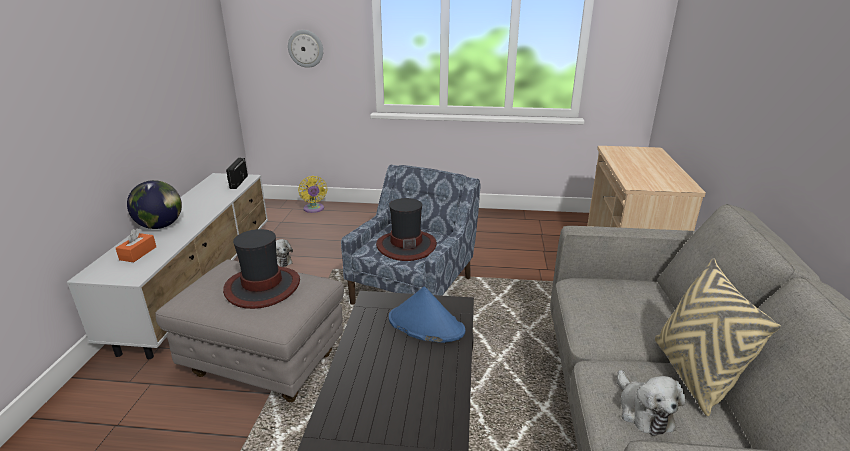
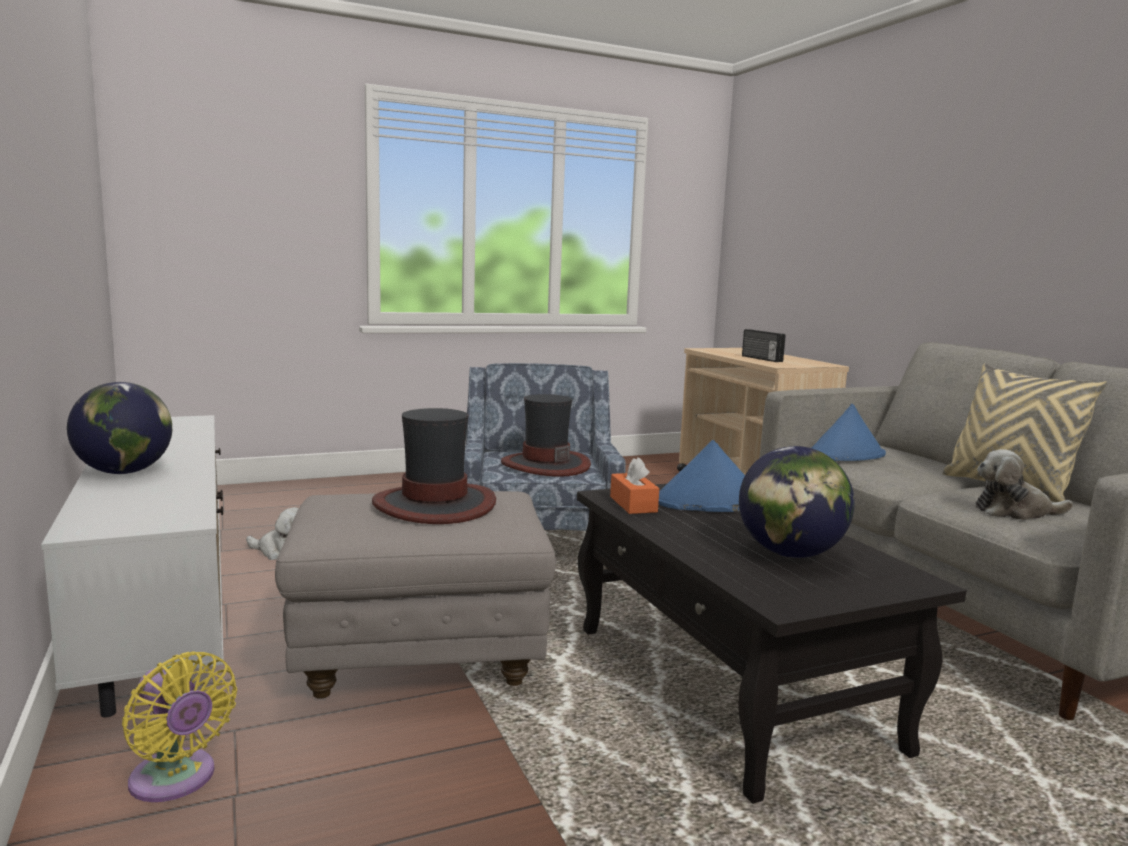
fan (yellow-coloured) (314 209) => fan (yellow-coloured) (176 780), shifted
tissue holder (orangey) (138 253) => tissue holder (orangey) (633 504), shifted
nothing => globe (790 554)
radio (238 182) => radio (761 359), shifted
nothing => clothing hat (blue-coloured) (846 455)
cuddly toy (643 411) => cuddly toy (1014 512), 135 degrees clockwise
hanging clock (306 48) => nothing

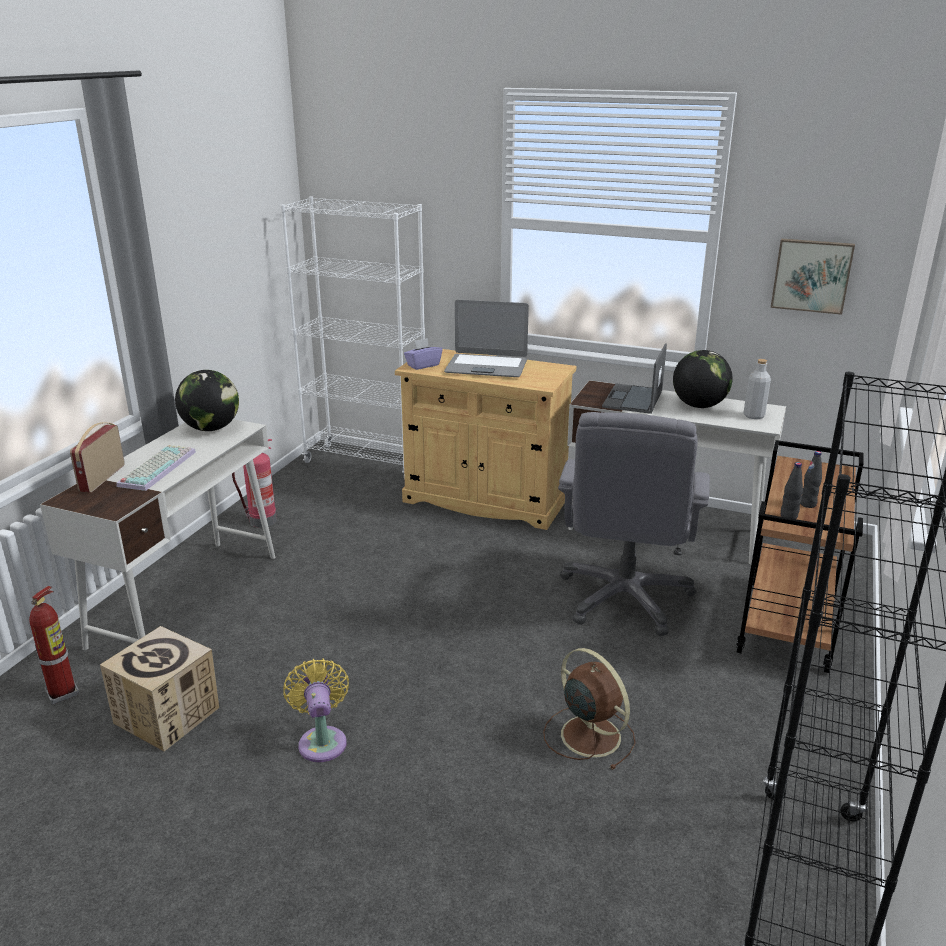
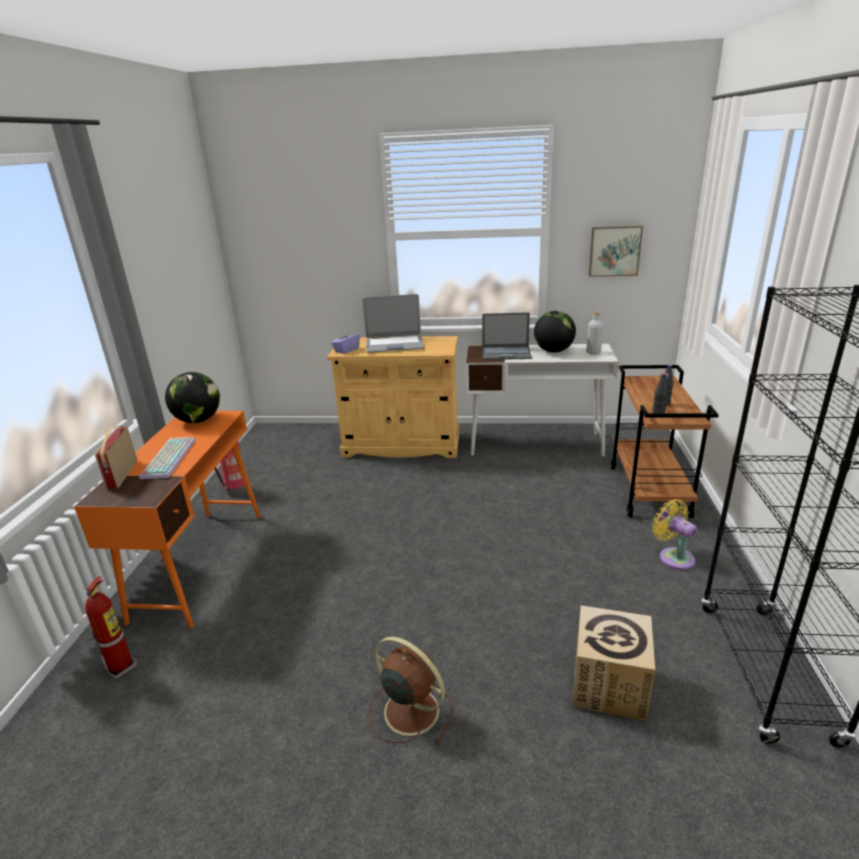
desk (white-coloured) (187 598) => desk (orangey) (201 563)
fan (brownish) (588 734) => fan (brownish) (409 710), shifted
laptop (633 399) => laptop (507 353), 90 degrees counterclockwise
packing box (167 715) => packing box (609 685), shifted
fan (yellow-coloured) (322 740) => fan (yellow-coloured) (673 557), shifted
bookcase (white-coloured) (366 463) => nothing
computer chair (greyish) (625 598) => nothing

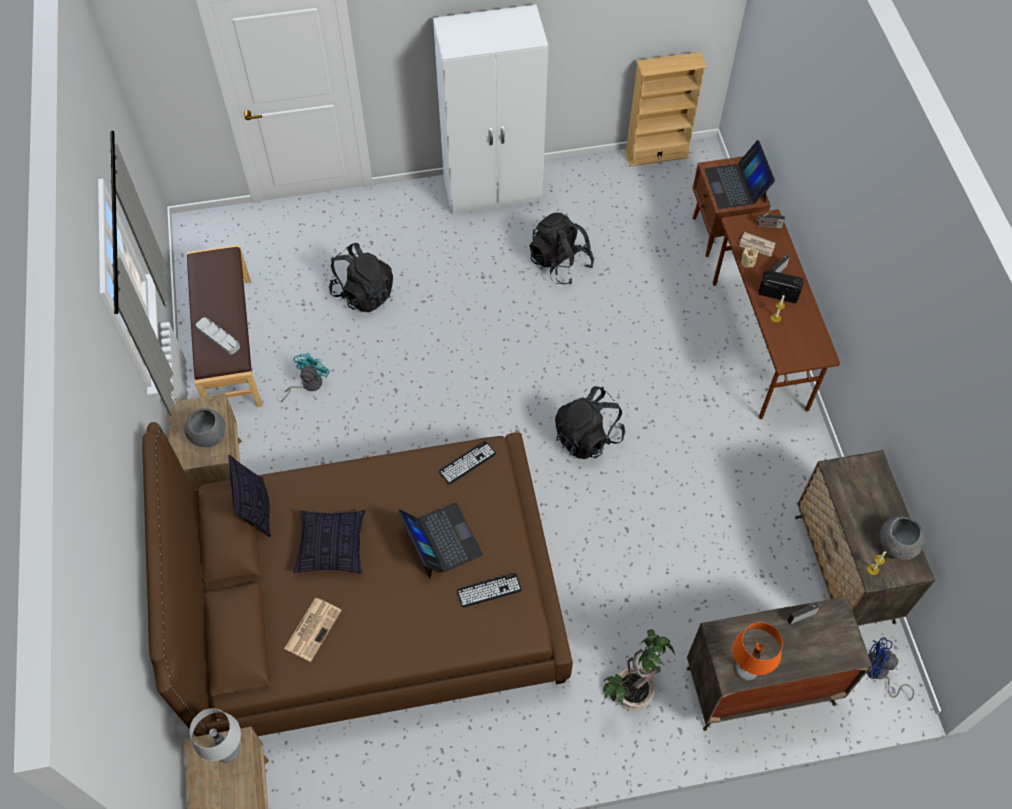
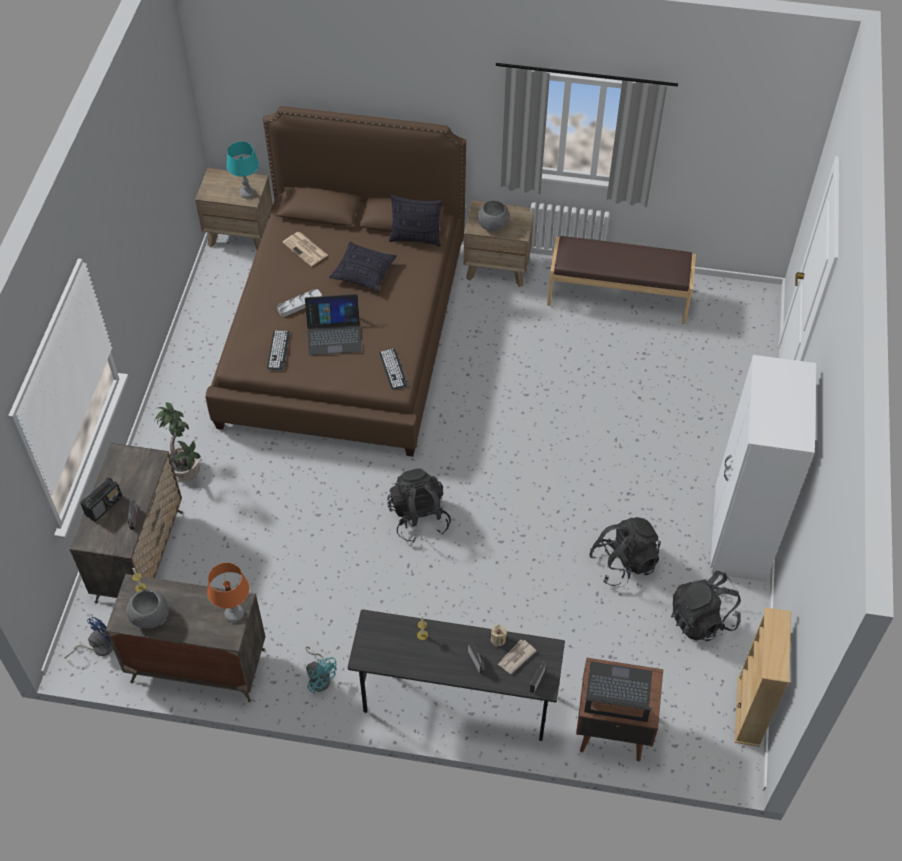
radio (777 293) => radio (104 505), shifted
tabletop lamp (orangey) (746 670) => tabletop lamp (orangey) (234 614), shifted
tabletop lamp (greyish) (228 751) => tabletop lamp (turquoise) (247 193)
serving tray (greyish) (218 337) => serving tray (greyish) (300 304), shifted
fan (turquoise) (307 384) => fan (turquoise) (320 677), shifted
desk (brownish) (759 345) => desk (greyish) (456 702)
knapsack (black-coloured) (363 293) => knapsack (black-coloured) (702 619), shifted

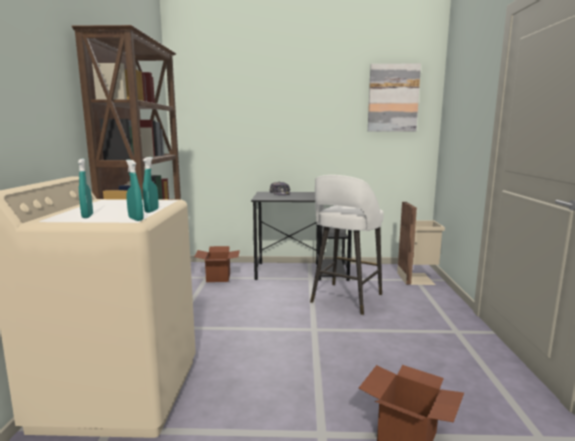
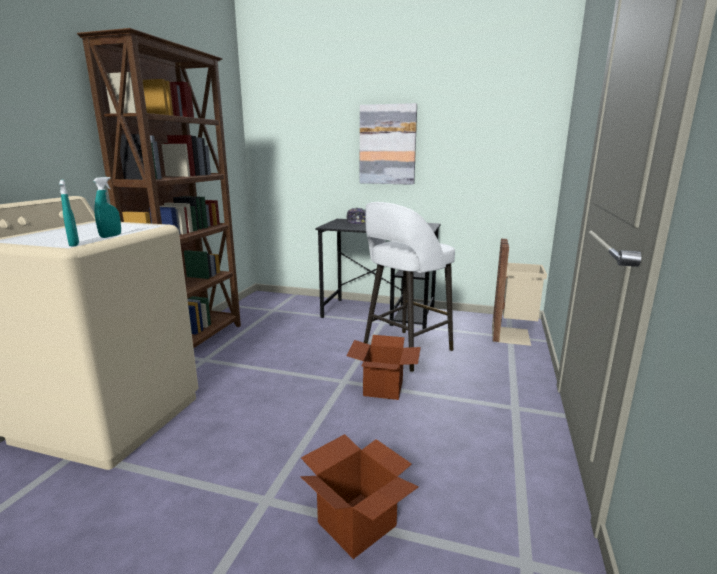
packing box (218 277) => packing box (383 388), shifted
wall art (393 98) => wall art (387 145), shifted
hand sprayer (turquoise) (87 216) => nothing

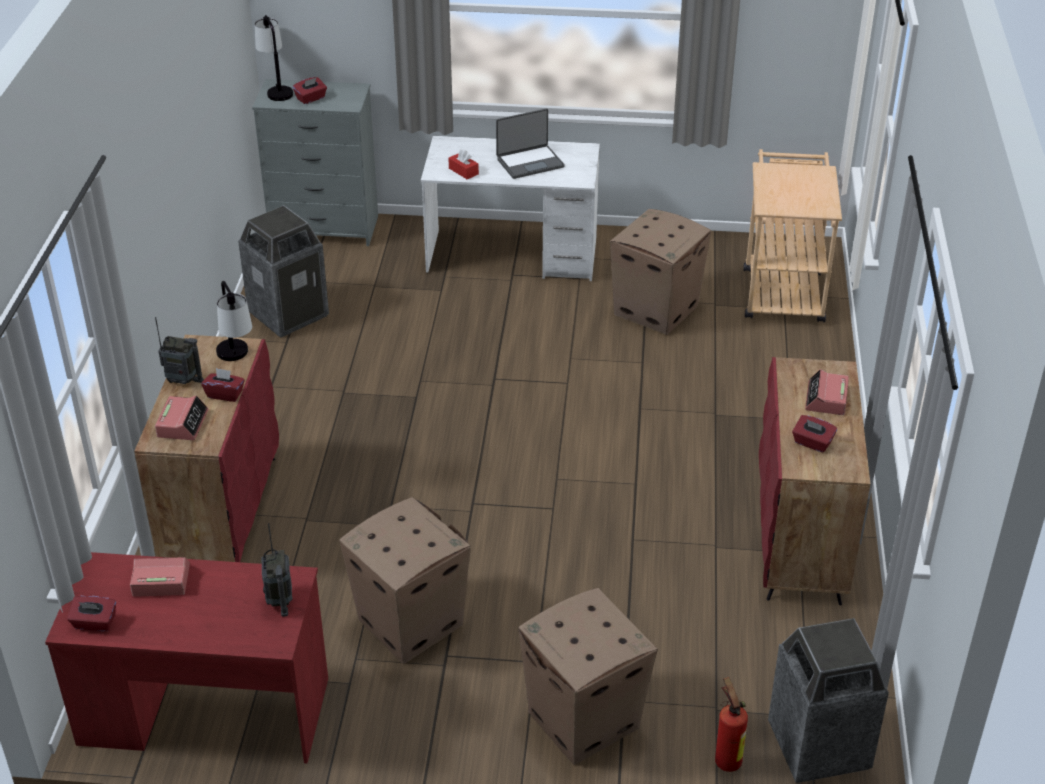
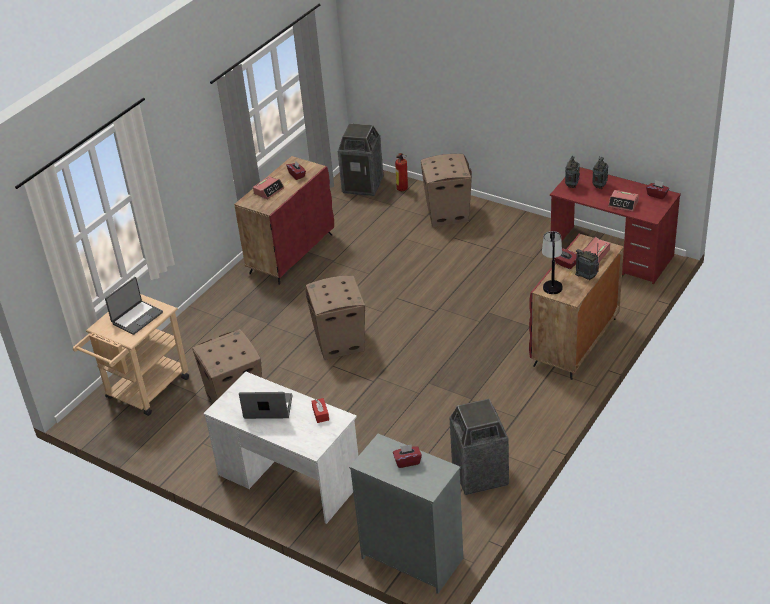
nothing => laptop (137 318)
packing box (409 622) => packing box (340 343), shifted
nothing => radio (599 186)
tabletop lamp (276 89) => nothing

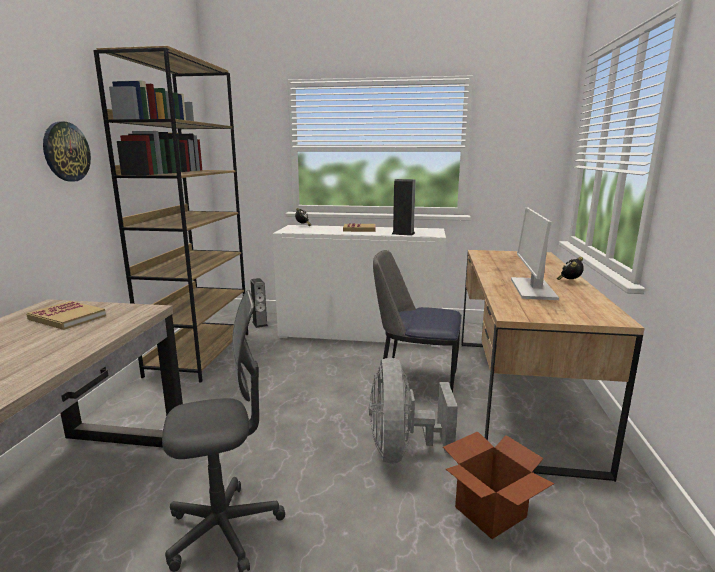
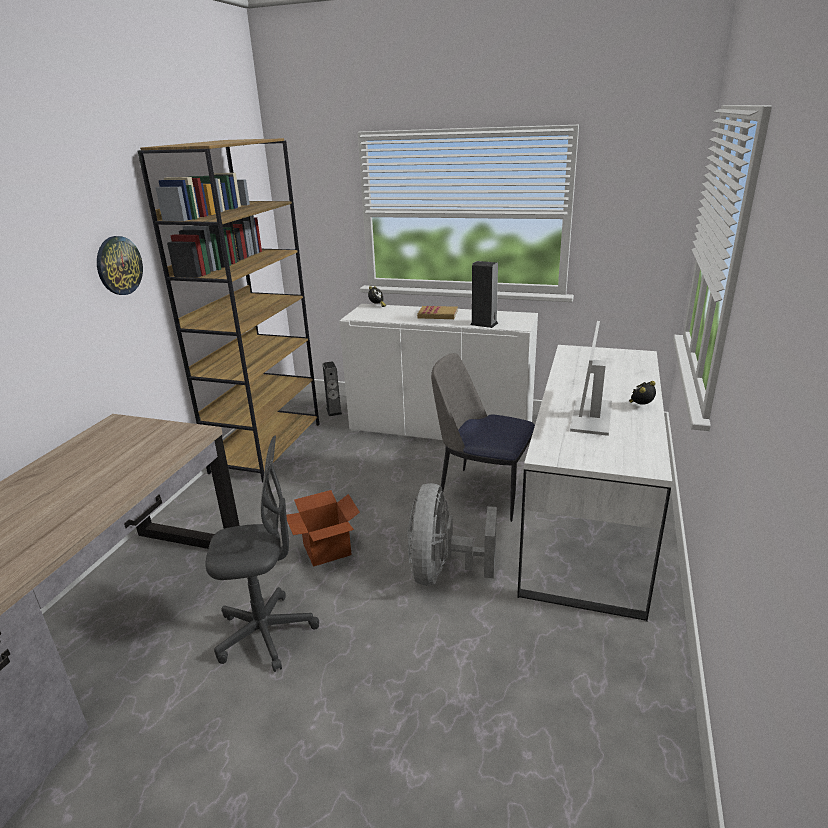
packing box (490 512) => packing box (327 549), shifted
desk (brownish) (517 394) => desk (white-coloured) (588 516)
volume (67 318) => nothing

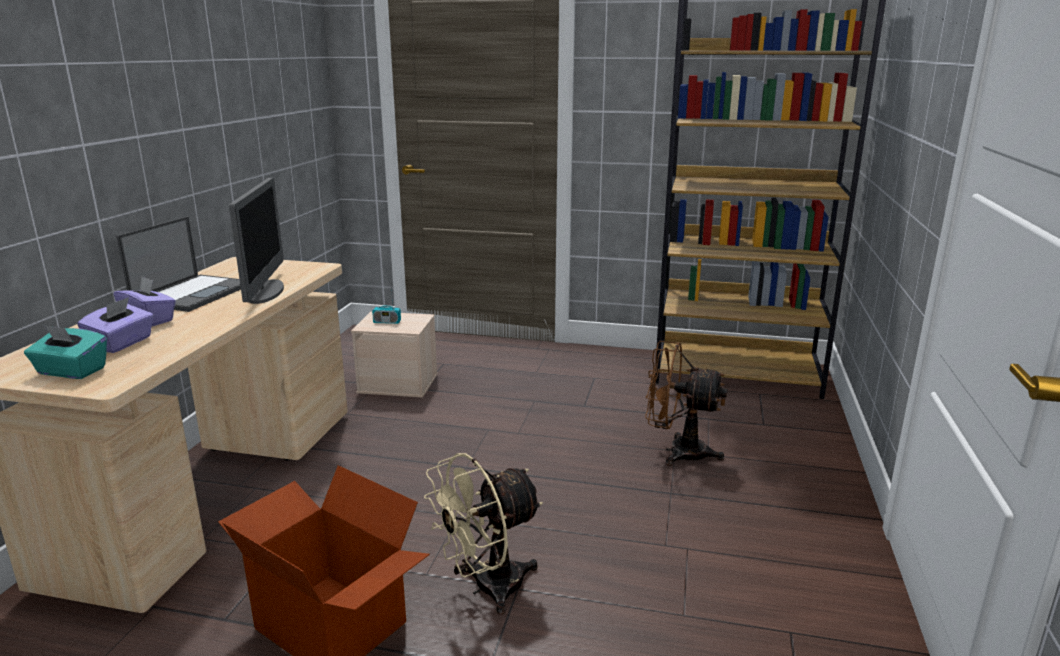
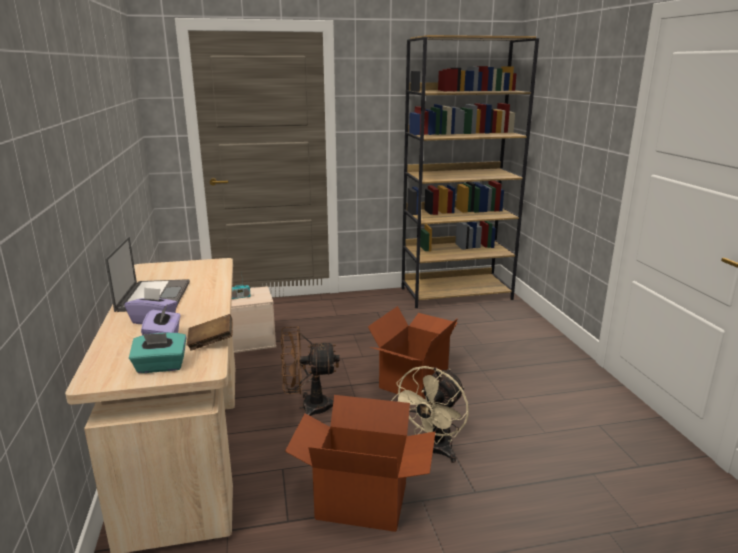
nothing => volume (brownish) (211 343)
fan (brownish) (677 451) => fan (brownish) (308 408), shifted
nothing => packing box (412 381)
computer display (265 292) => nothing

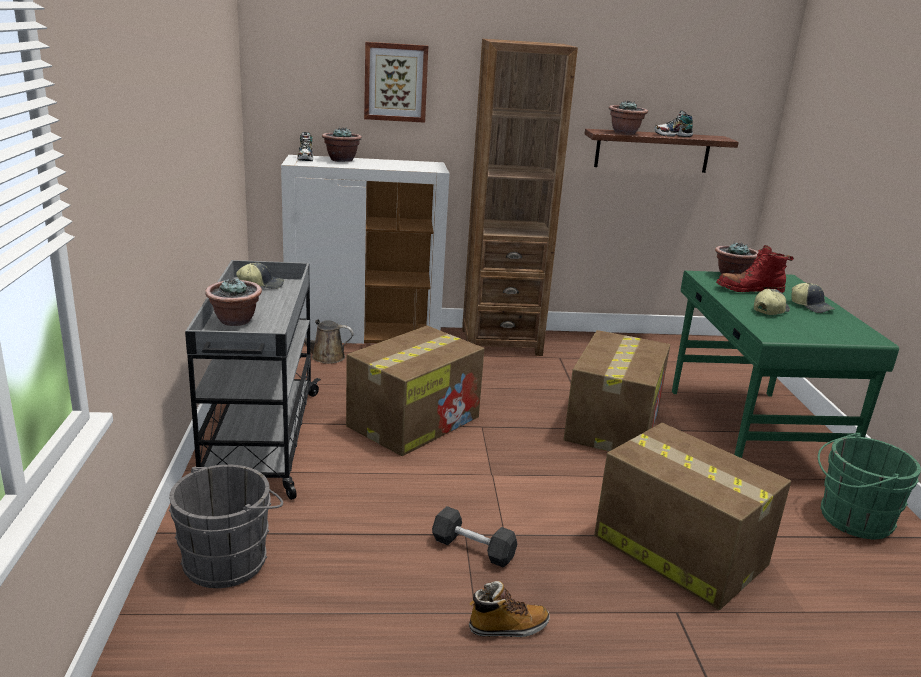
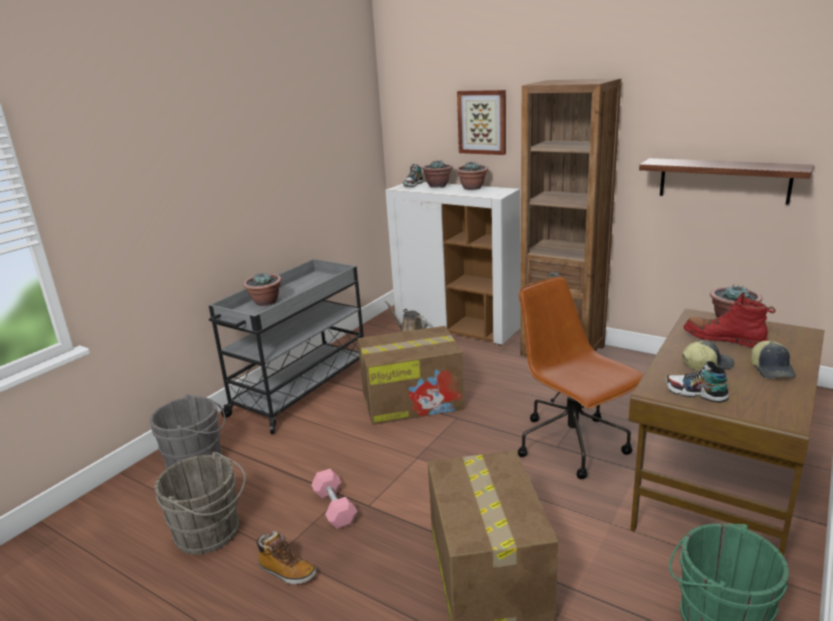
nothing => water bucket (greyish) (211 533)
free weight (greyish) (473 549) => free weight (pinkish) (335 507)
potted plant (625 133) => potted plant (472 188), shifted
packing box (613 424) => computer chair (brownish) (573 445)
desk (green) (751 432) => desk (brownish) (716 493)
low shoe (672 135) => low shoe (695 393), shifted
peaked cap (261 285) => nothing

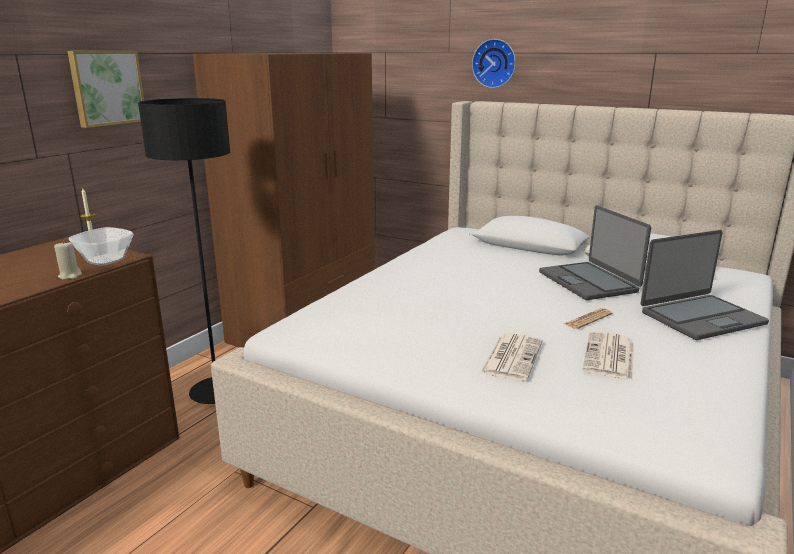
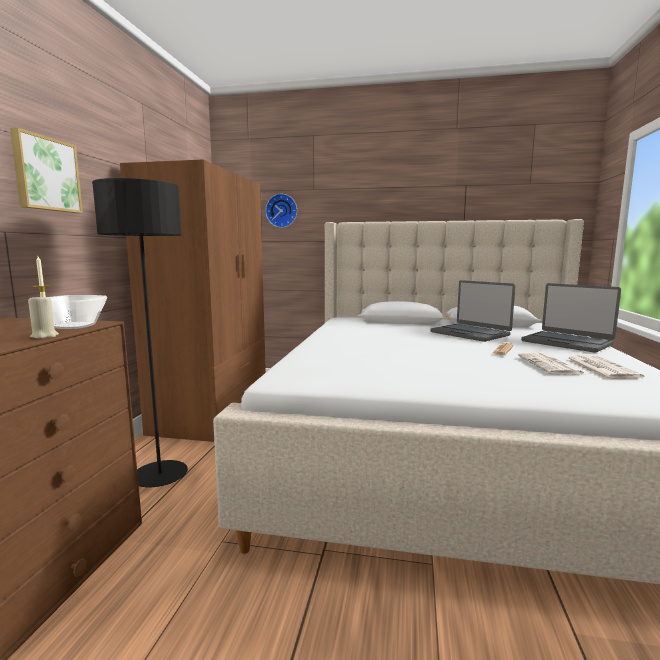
hanging clock (495 63) => hanging clock (282 211), shifted
laptop (700 317) => laptop (567 342), 90 degrees clockwise
daily paper (512 357) => daily paper (600 368), shifted

